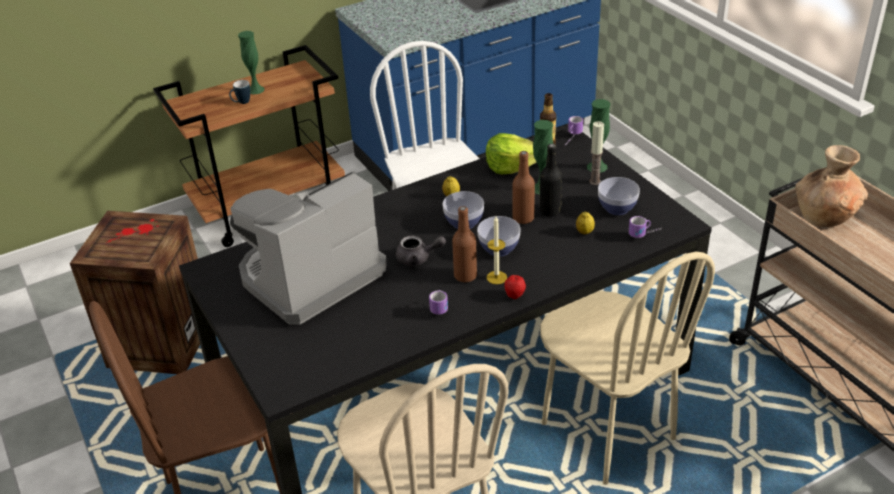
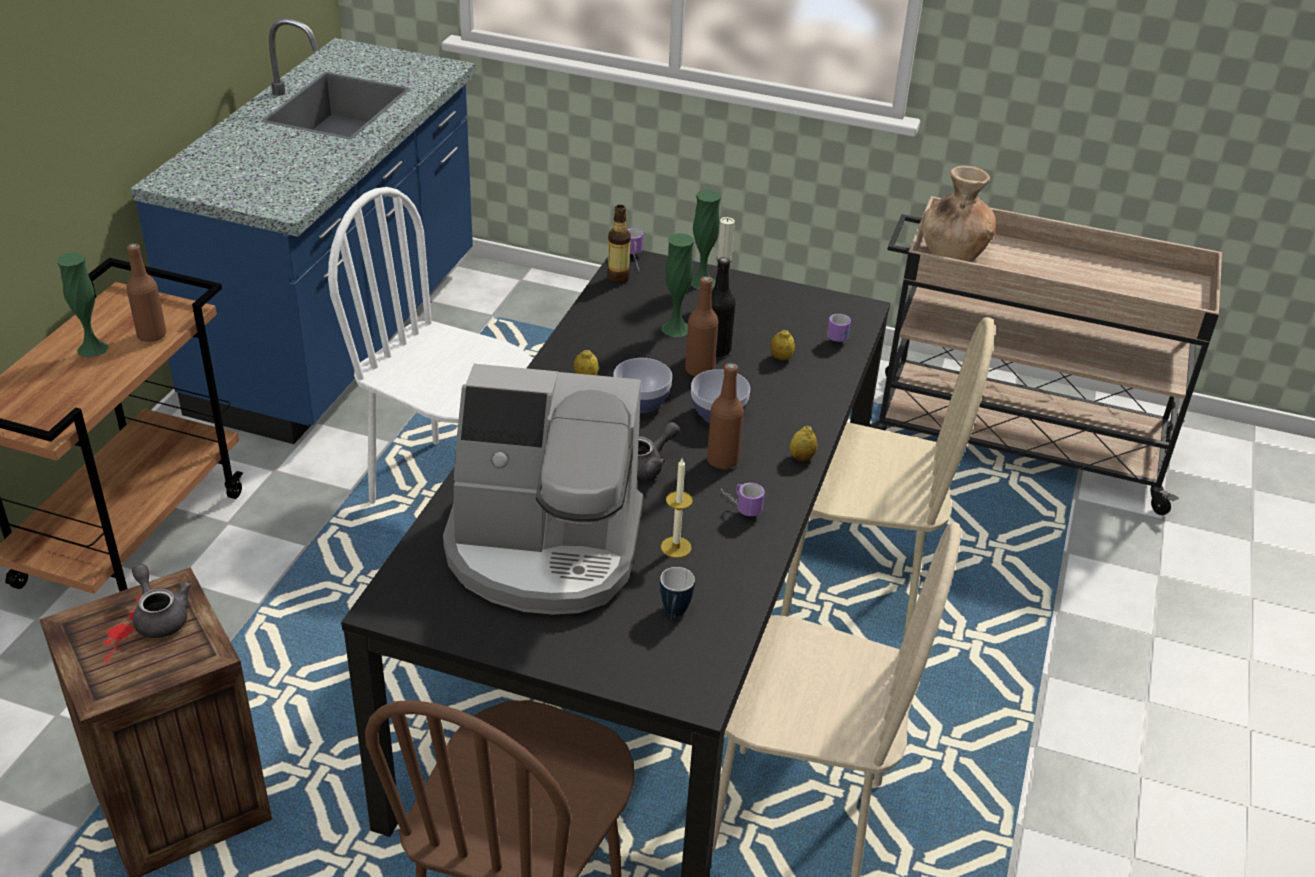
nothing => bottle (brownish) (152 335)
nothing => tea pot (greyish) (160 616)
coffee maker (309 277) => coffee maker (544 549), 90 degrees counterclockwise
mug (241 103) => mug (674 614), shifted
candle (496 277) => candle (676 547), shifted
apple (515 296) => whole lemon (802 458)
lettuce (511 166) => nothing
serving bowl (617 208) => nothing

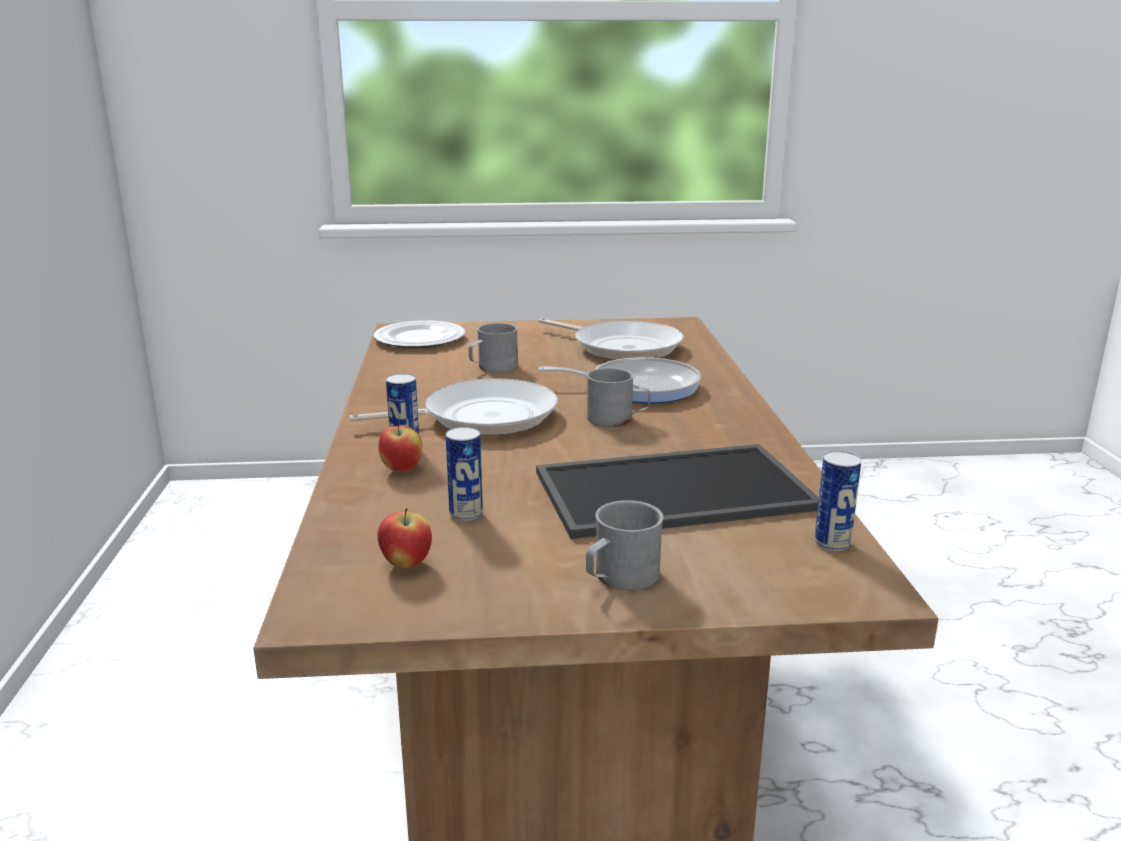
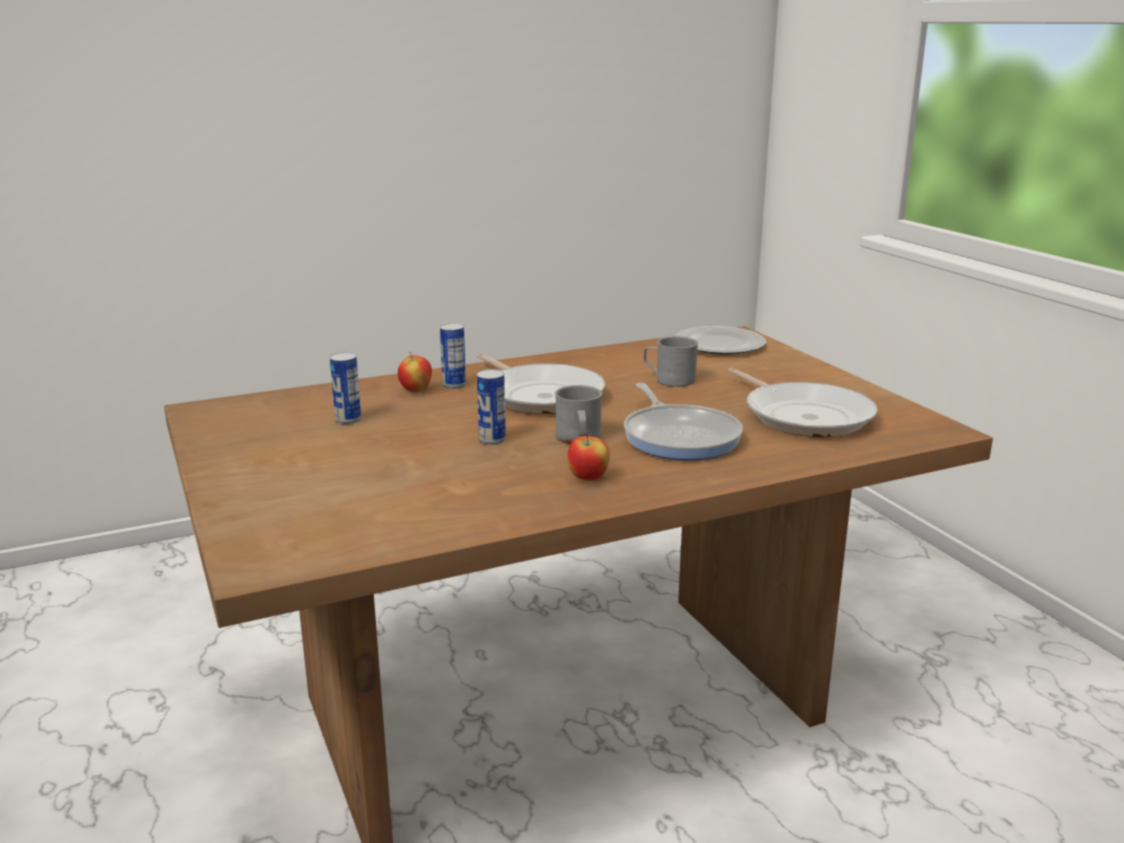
sealed can (832 543) => sealed can (492 440), shifted
apple (406 564) => apple (588 478), shifted
pan (622 347) => pan (804 416), 45 degrees counterclockwise
serving tray (674 489) => nothing
mug (greyish) (619 578) => nothing

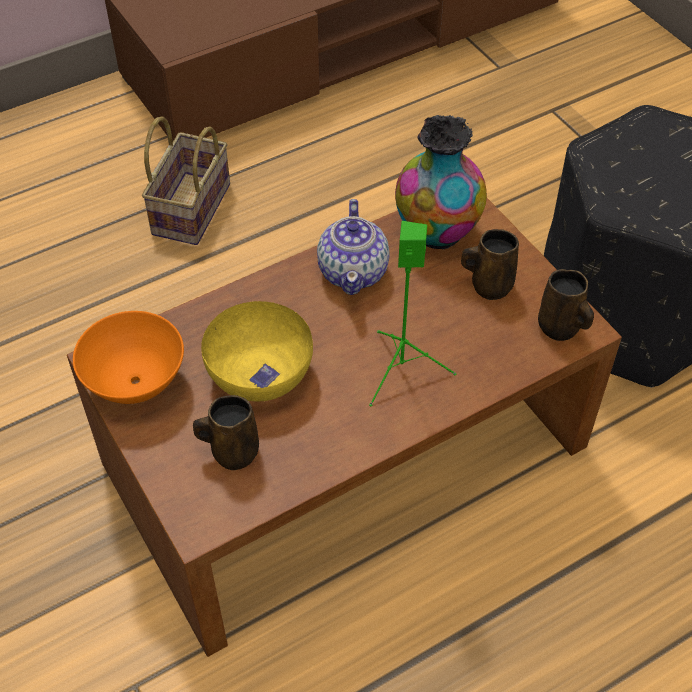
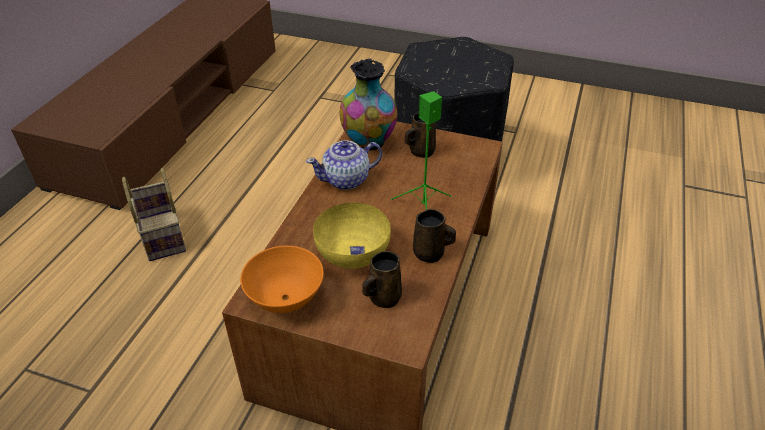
tea pot (354 271) => tea pot (346 180), 105 degrees clockwise
mug (brownish) (560 328) => mug (brownish) (430 254), shifted

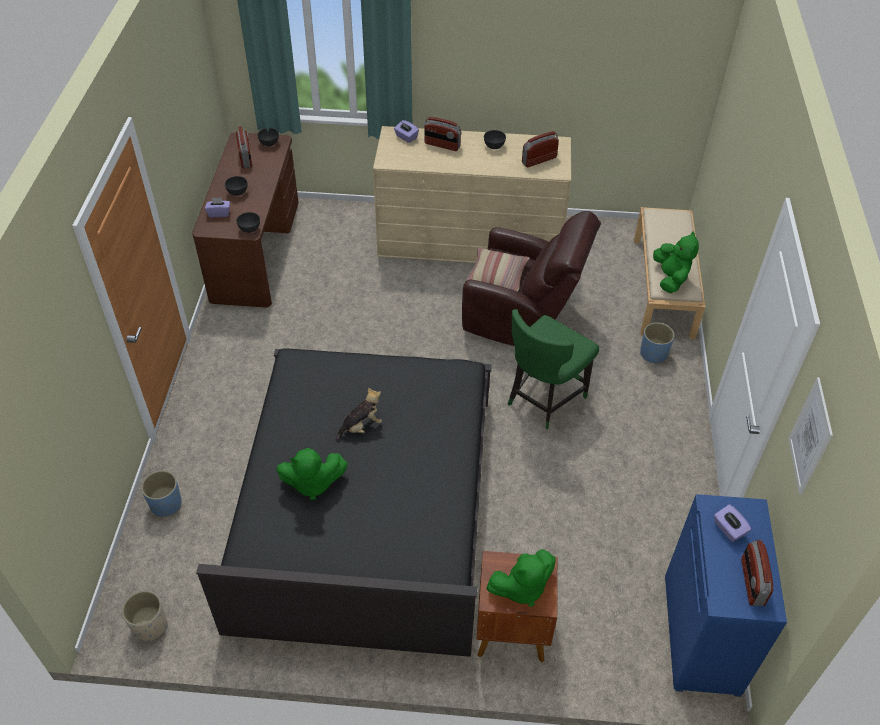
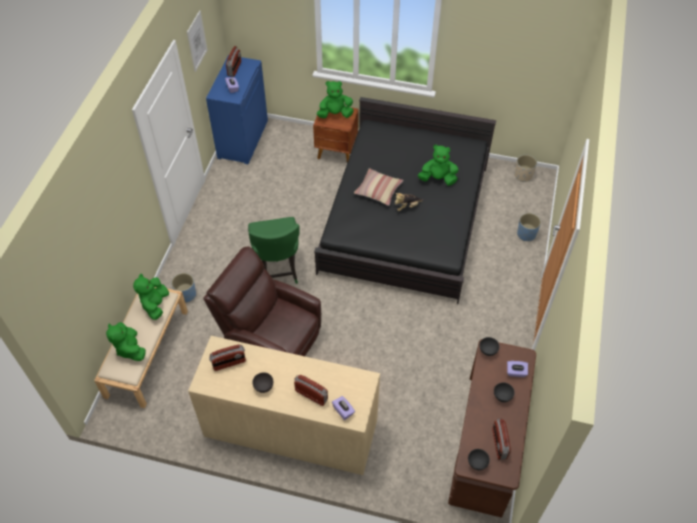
nothing => cuddly toy (green) (130 349)
upright chair (green) (543 399) => upright chair (green) (278 270), 120 degrees clockwise
cushion (497 275) => cushion (378 190), shifted

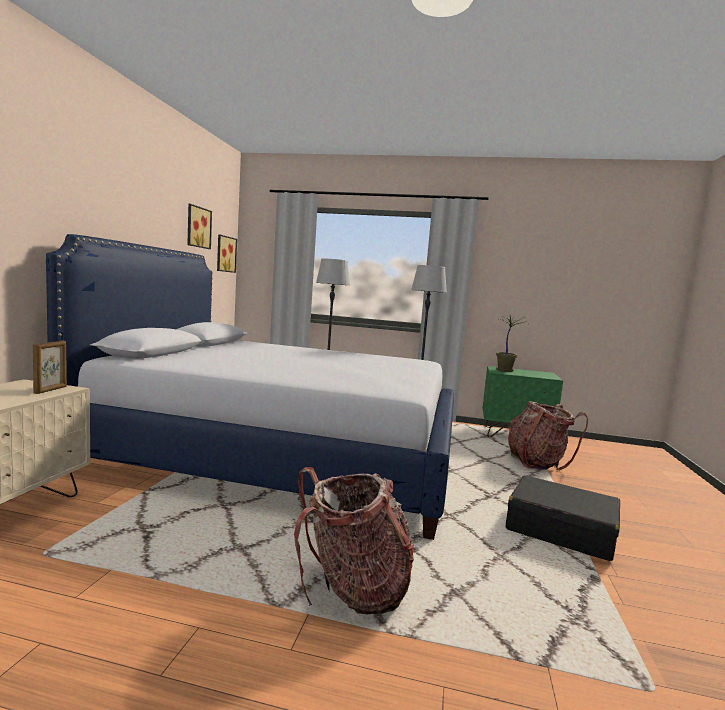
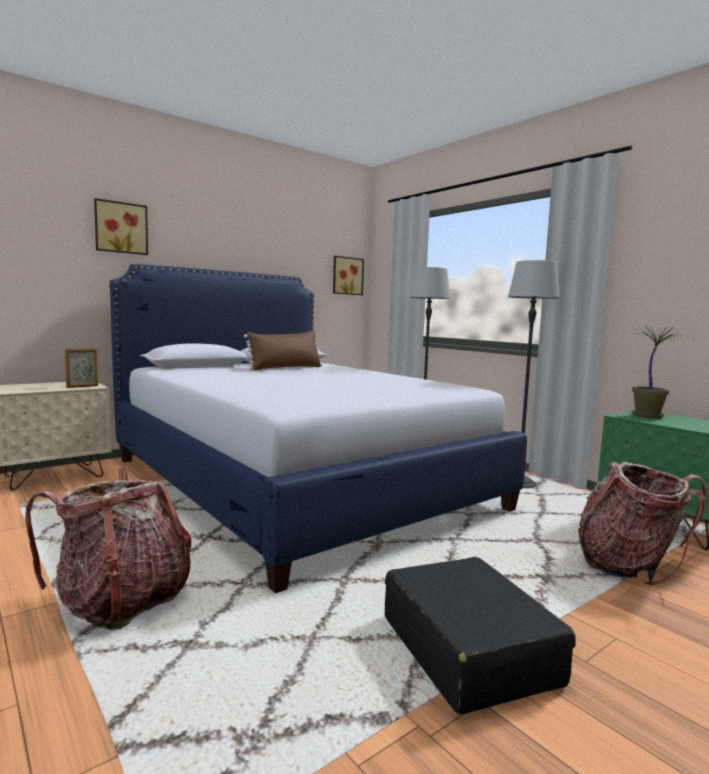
wall art (197 227) => wall art (121 228), shifted
nothing => cushion (brownish) (286 368)

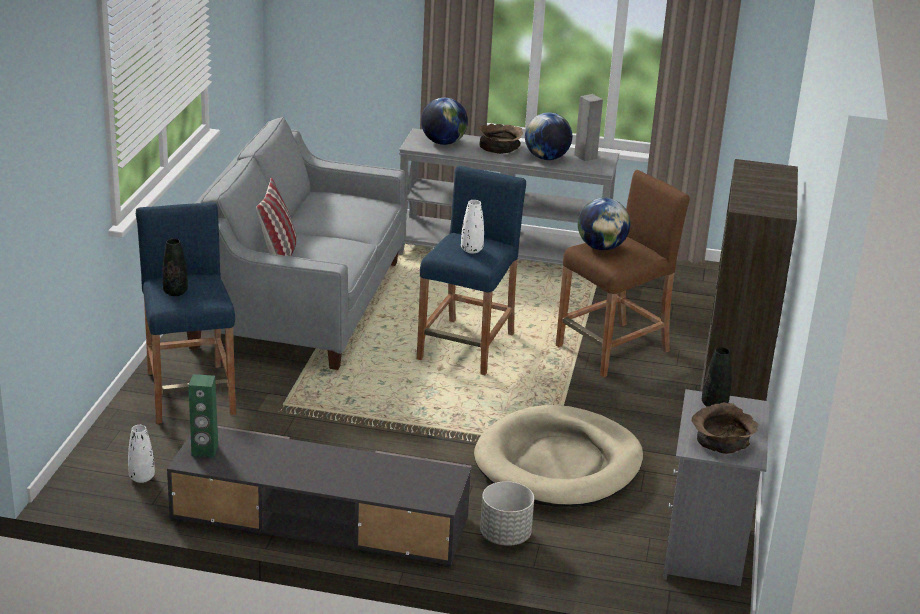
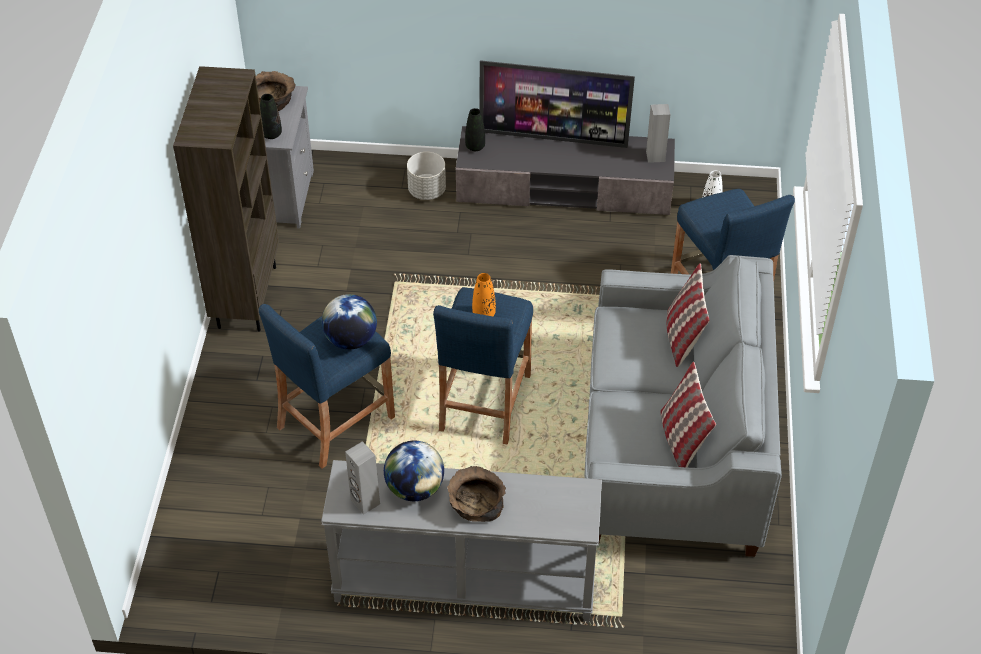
stool seat (brownish) (613 349) => stool seat (blue-coloured) (335 422)
vase (black-coloured) (175 292) => vase (black-coloured) (475 147), shifted
vase (white-coloured) (471 250) => vase (orangey) (484 314)
nothing => television (553 138)
speaker (green) (204 451) => speaker (greyish) (655 156)
nothing => cushion (681 440)
globe (443 142) => nothing
pet bed (beige) (558 463) => nothing

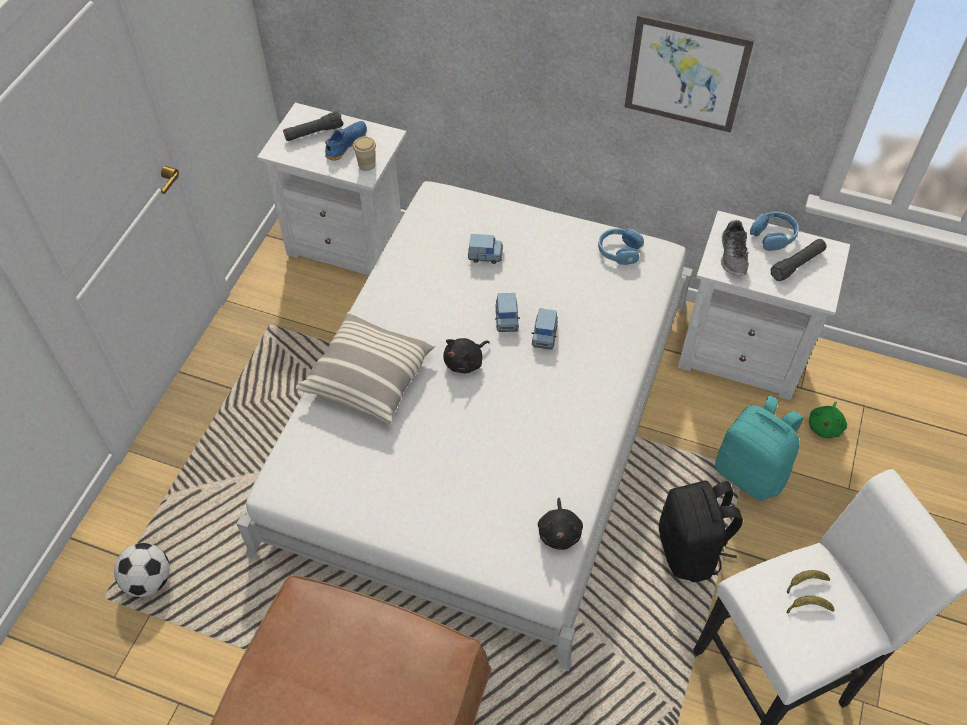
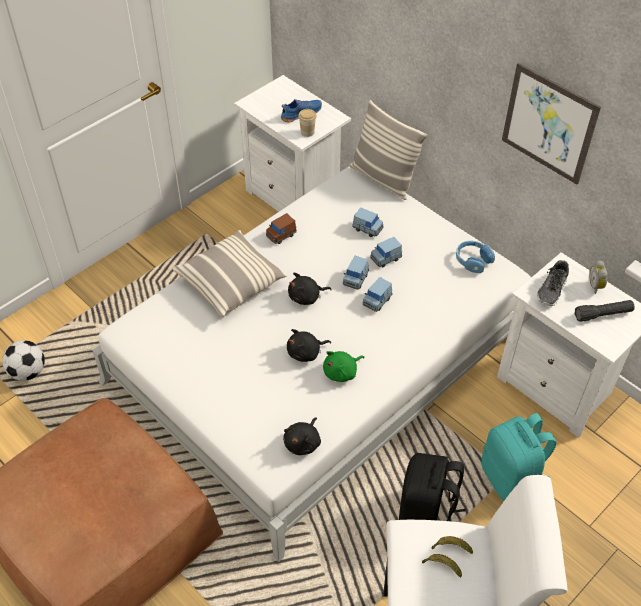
nothing => miniature car (brownish) (281 235)
nothing => cuddly toy (black-coloured) (306 353)
cuddly toy (green) (825 426) => cuddly toy (green) (342 372), shifted
nothing => cushion (383 179)
nothing => miniature car (blue-coloured) (385 258)
pair of headphones (blue-coloured) (773 236) => alarm clock (596 286)
torch (black-coloured) (314 133) => nothing

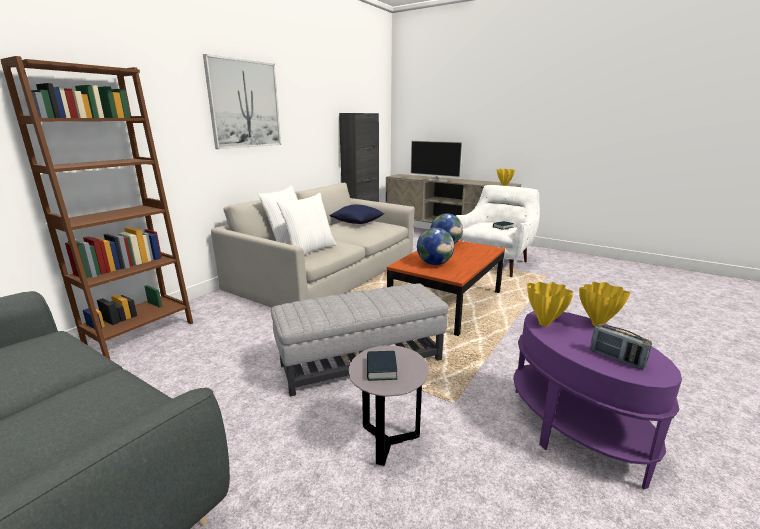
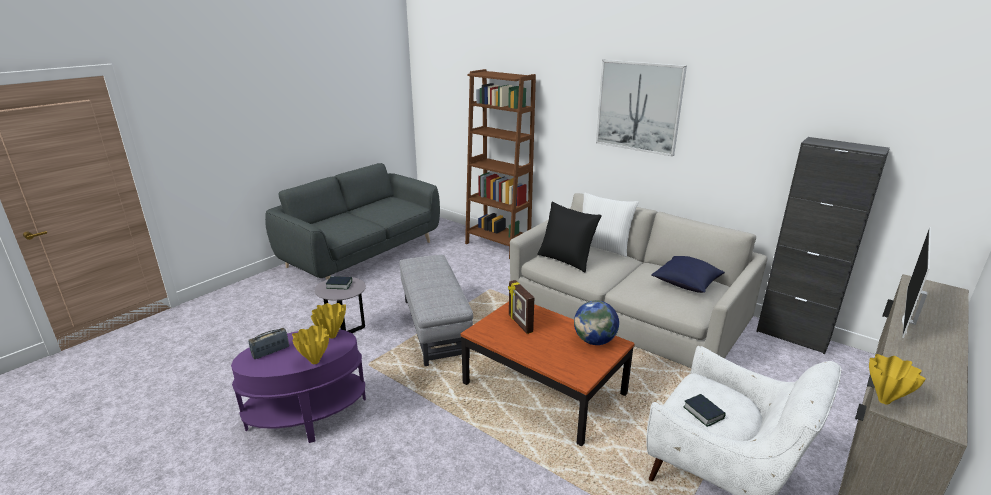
globe (434 263) => standing frame (520 324)
cushion (white-coloured) (309 250) => cushion (black-coloured) (566 260)

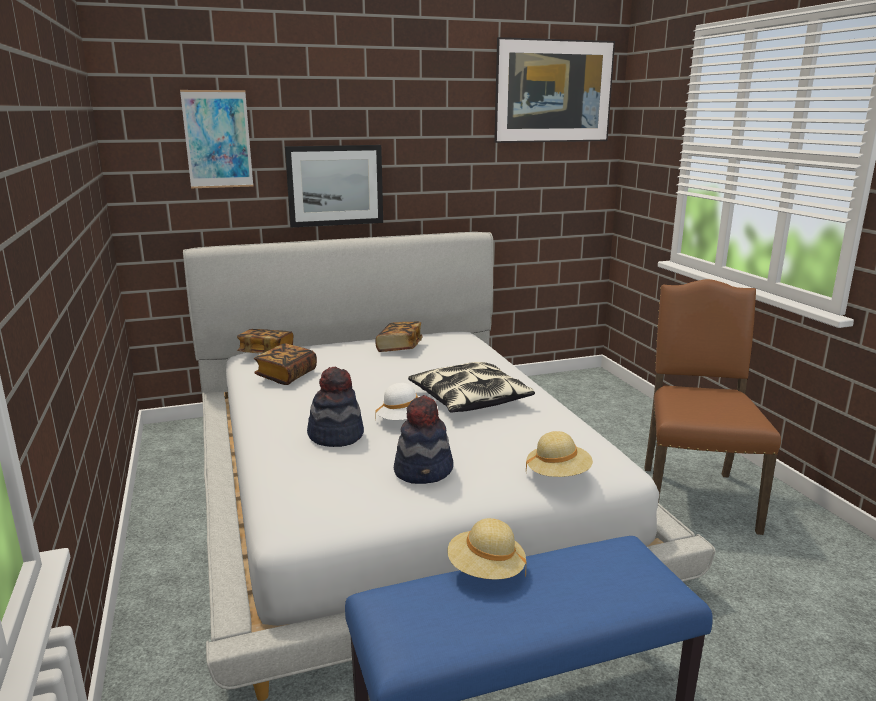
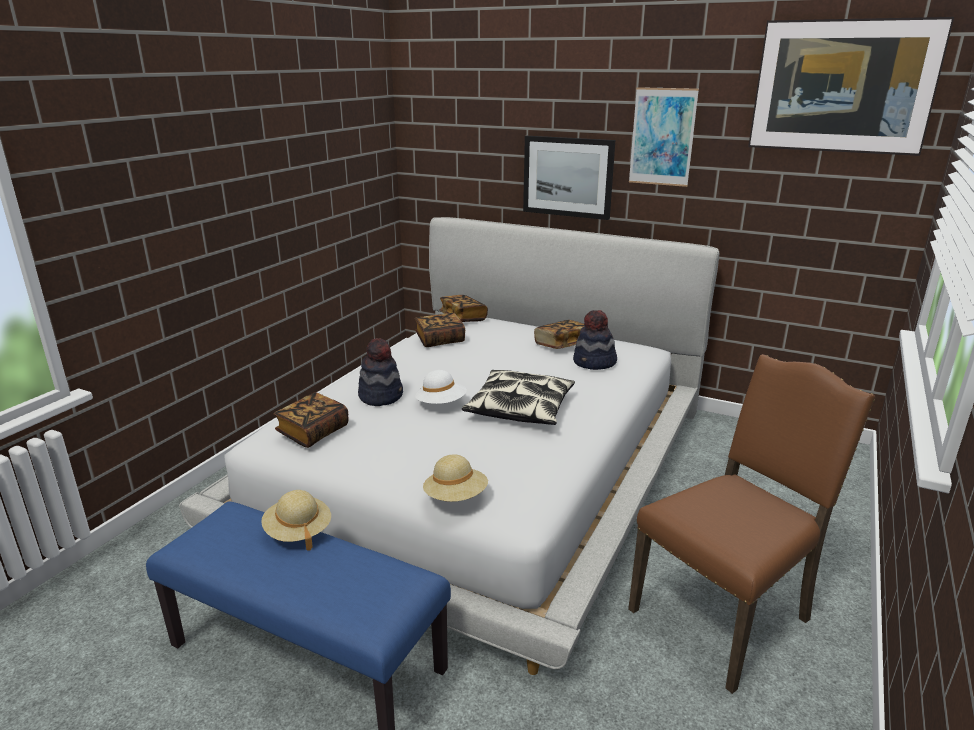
nothing => volume (313 432)
clothing hat (424 471) => clothing hat (594 363), shifted
wall art (217 139) => wall art (662 137), shifted

